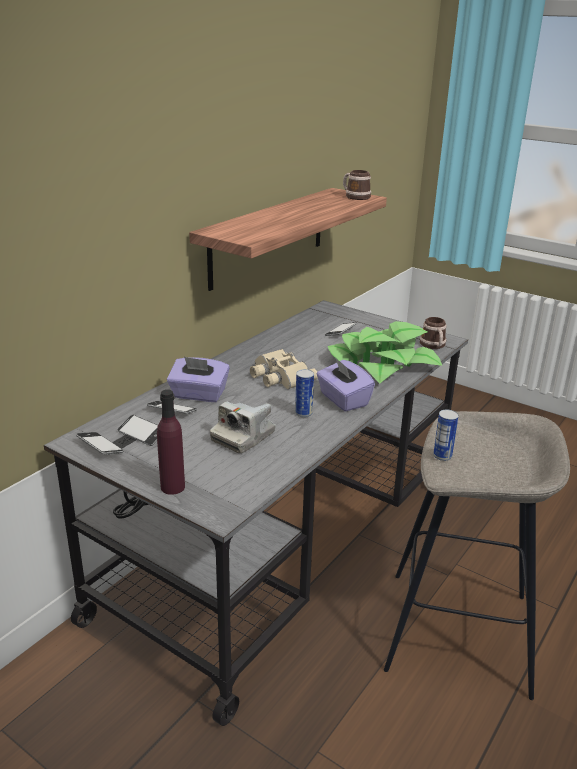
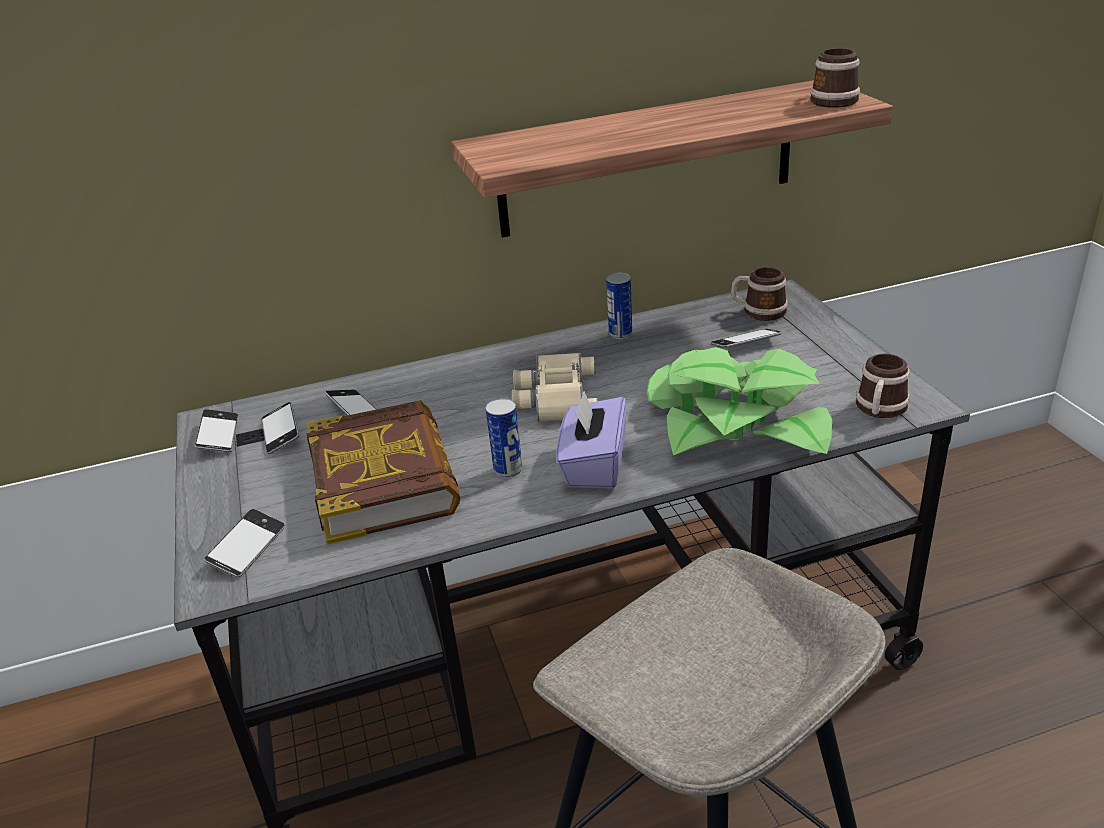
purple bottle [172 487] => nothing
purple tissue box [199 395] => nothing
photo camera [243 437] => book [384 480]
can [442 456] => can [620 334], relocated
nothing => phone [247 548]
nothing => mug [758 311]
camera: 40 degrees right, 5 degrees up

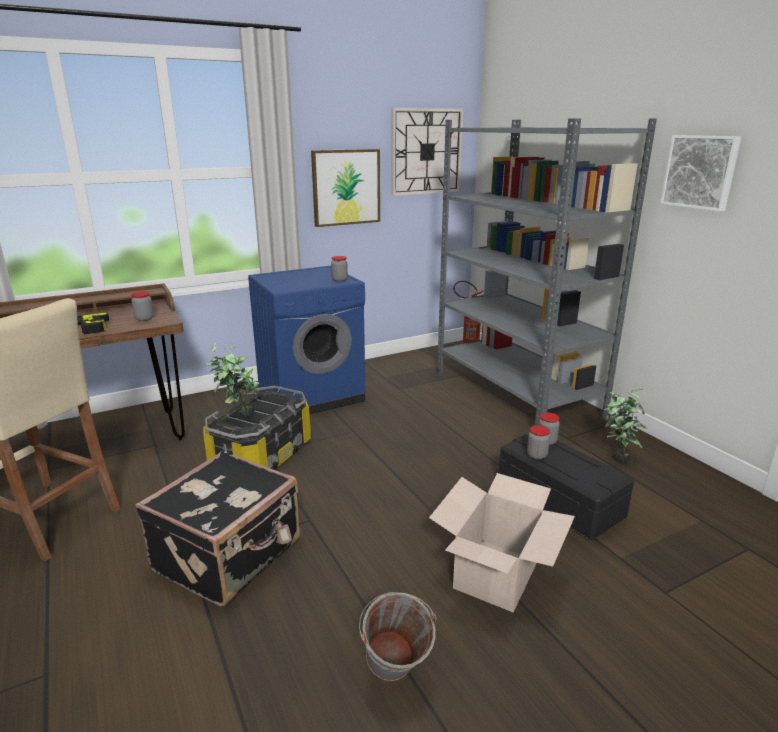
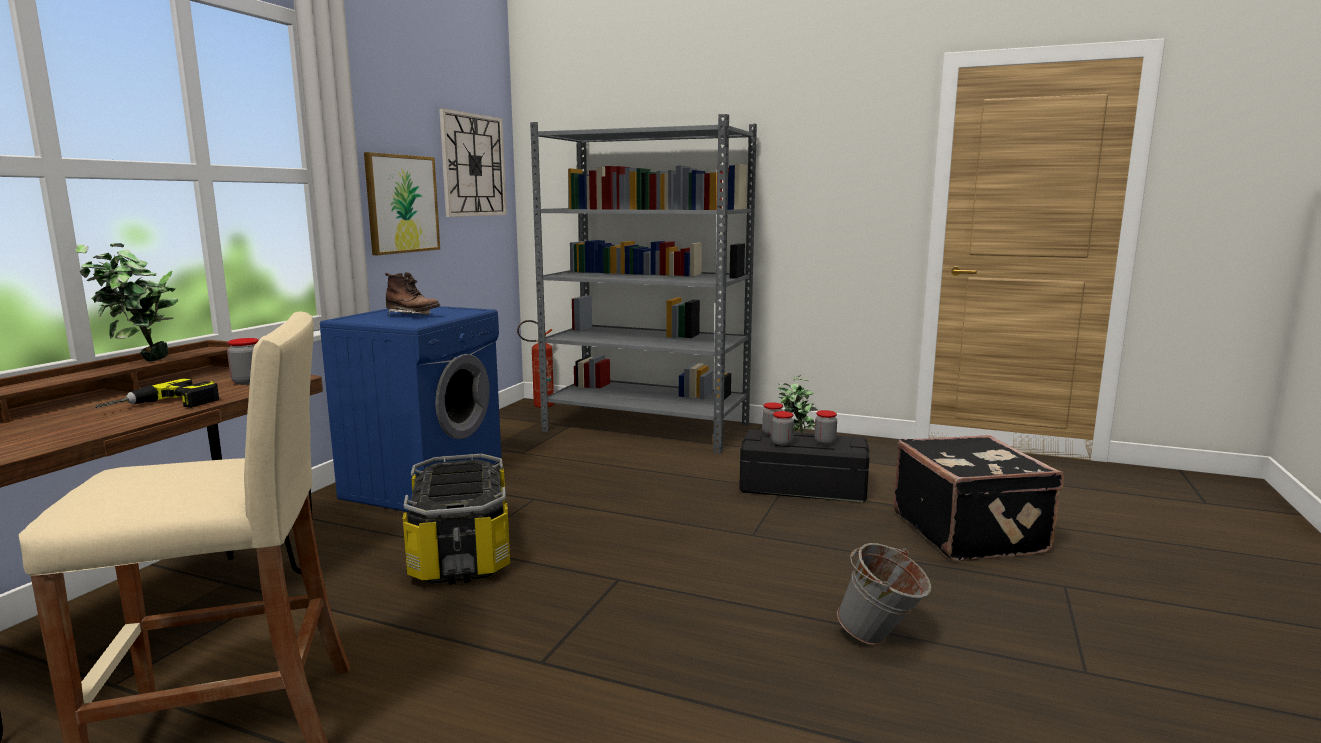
black suitcase [230 556] => black suitcase [970 532], relocated
potted plant [237 416] => potted plant [139 362], relocated
jar [339 280] => jar [825 442], relocated
cardboard box [495 574] => nothing
picture [700 172] => nothing
nothing => brown boot [413 316]
camera: 40 degrees left, 10 degrees down

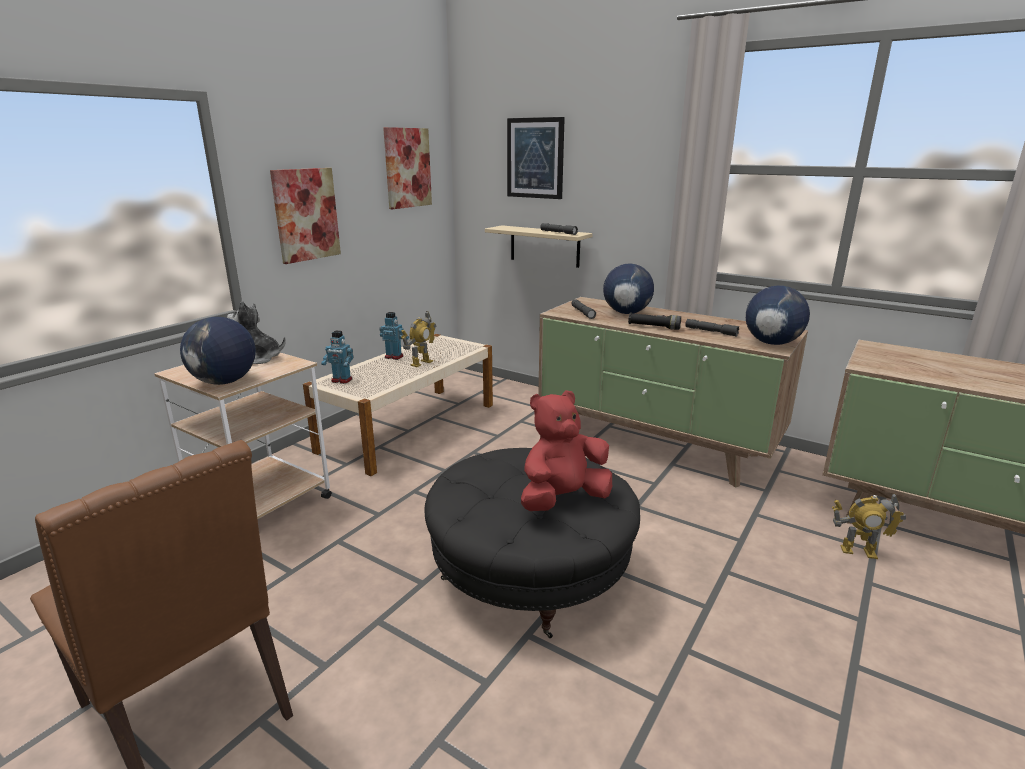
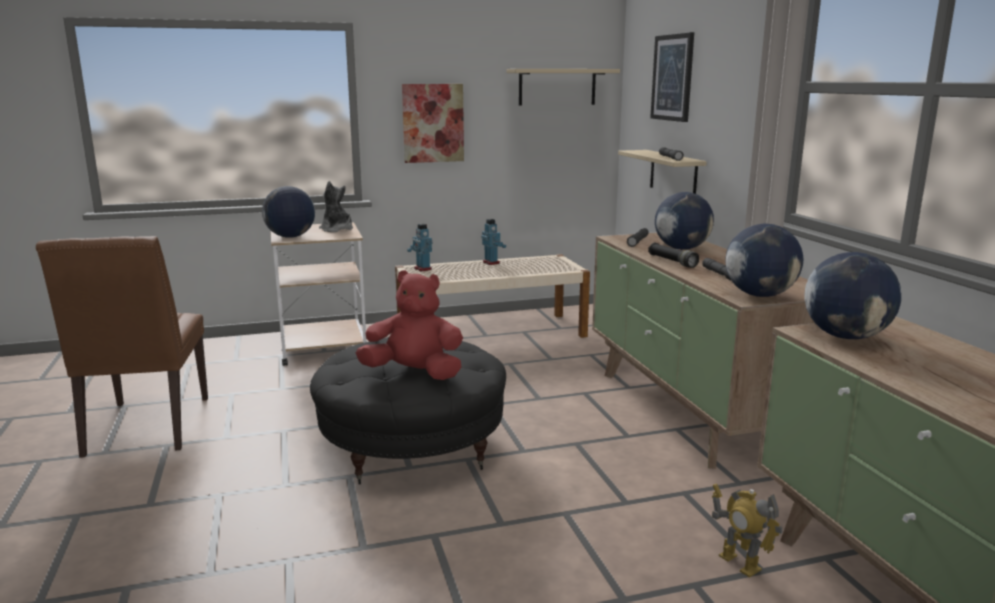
picture [407 168] => beige shelf [557 87]
toy robot [421 363] => nothing
nothing => globe [845 336]
camera: 40 degrees right, 5 degrees down

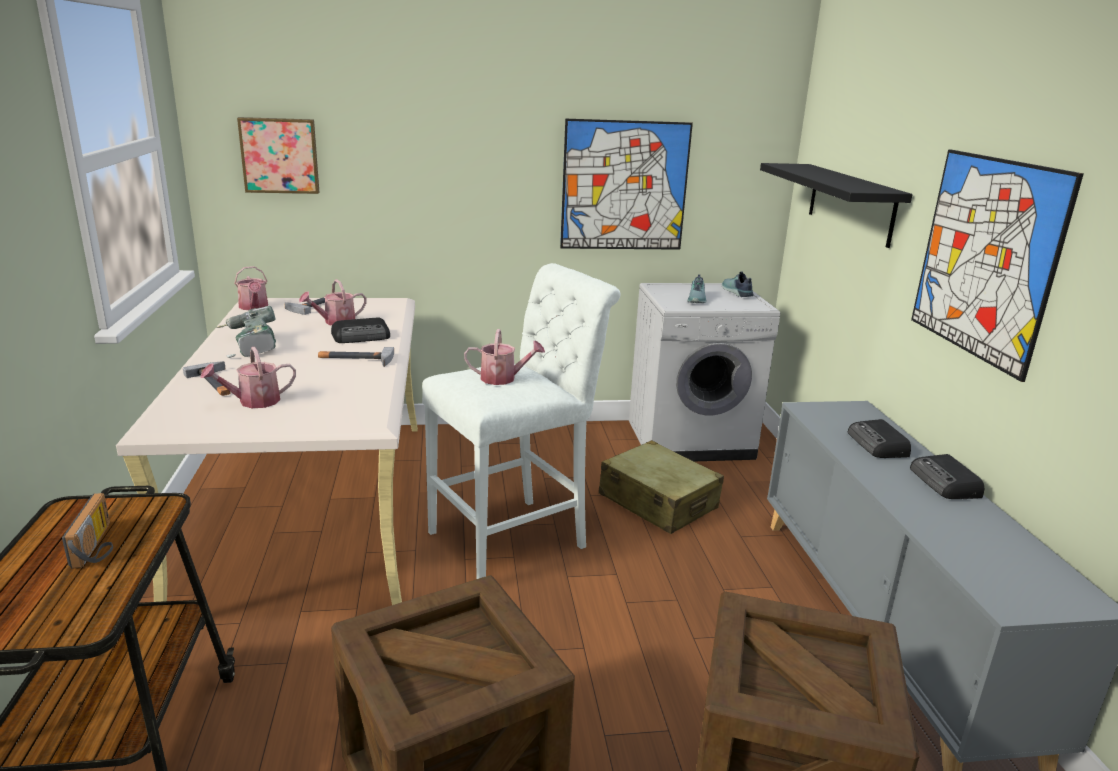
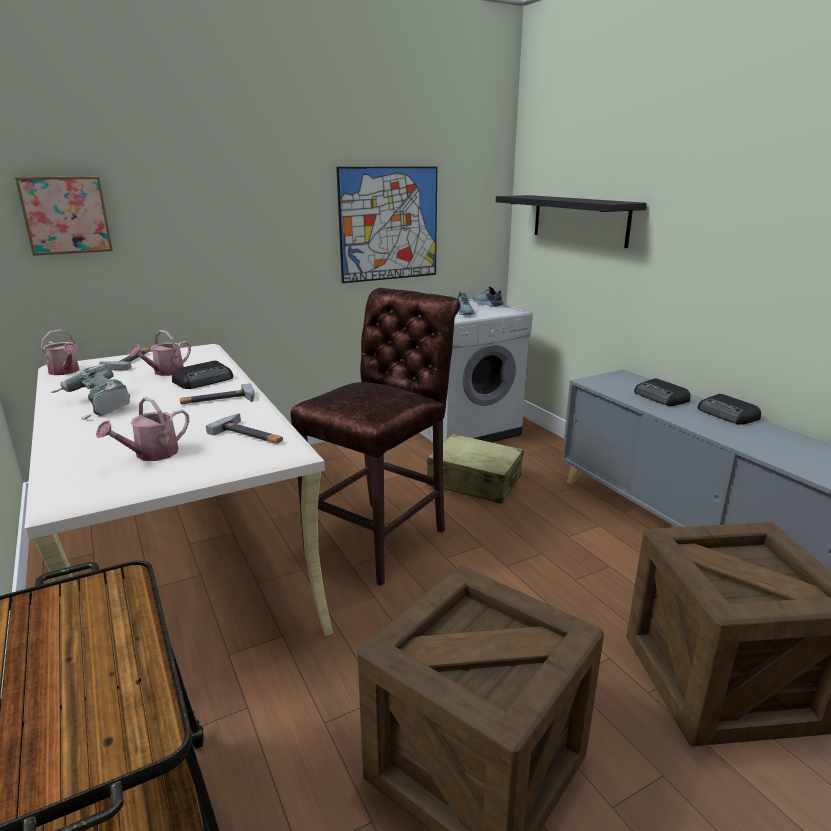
radio [99 546] => nothing
hammer [215 383] => hammer [250 434], relocated
white stool [515 538] => brown stool [383 537]
watering can [503 378] => nothing
picture [985 258] => nothing
camera: 20 degrees left, 0 degrees up

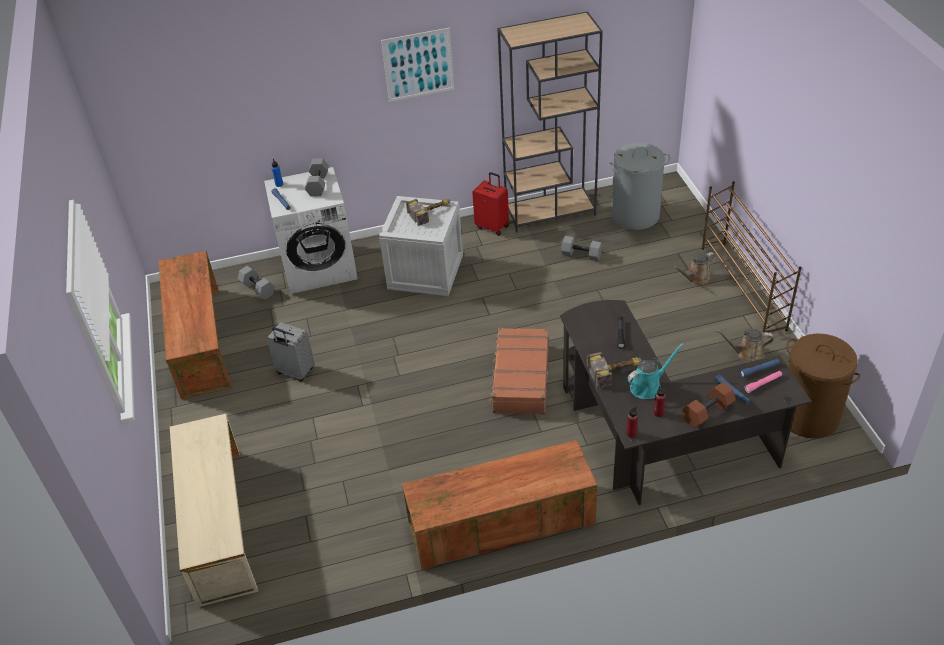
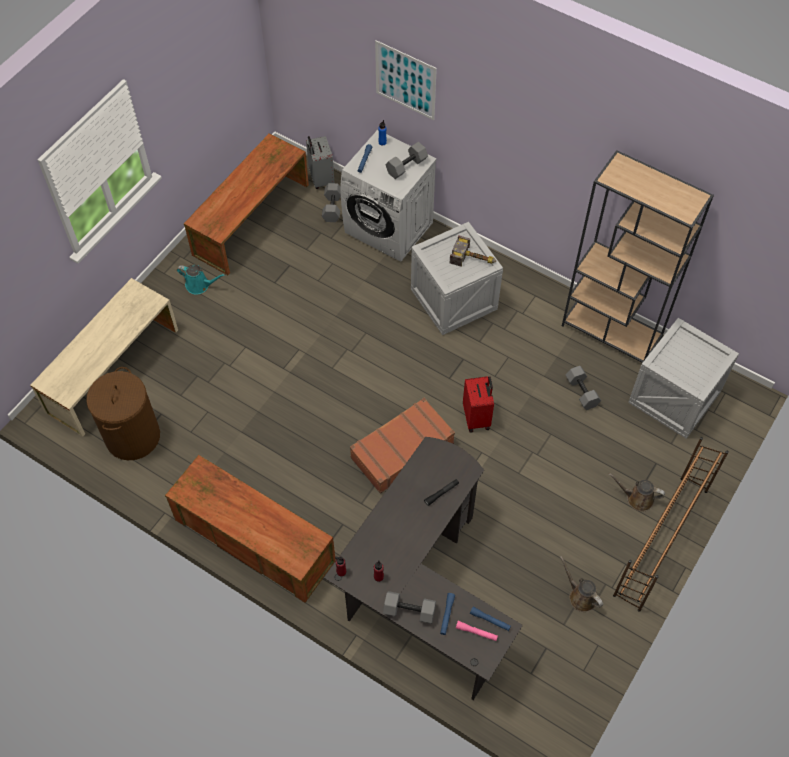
grey suitcase [295 372] => grey suitcase [320 179], relocated
picture [418 65] => picture [405 80], relocated
red suitcase [493 226] => red suitcase [477 418], relocated
hammer [616 371] => nothing
grey laundry basket [635 215] => crate [673 397]
turquoise watering can [648 386] => turquoise watering can [199 285], relocated
brown dumbbell [707 413] => grey dumbbell [408 611]
brown laundry basket [808 416] => brown laundry basket [132 436], relocated
camera: 45 degrees right, 15 degrees up

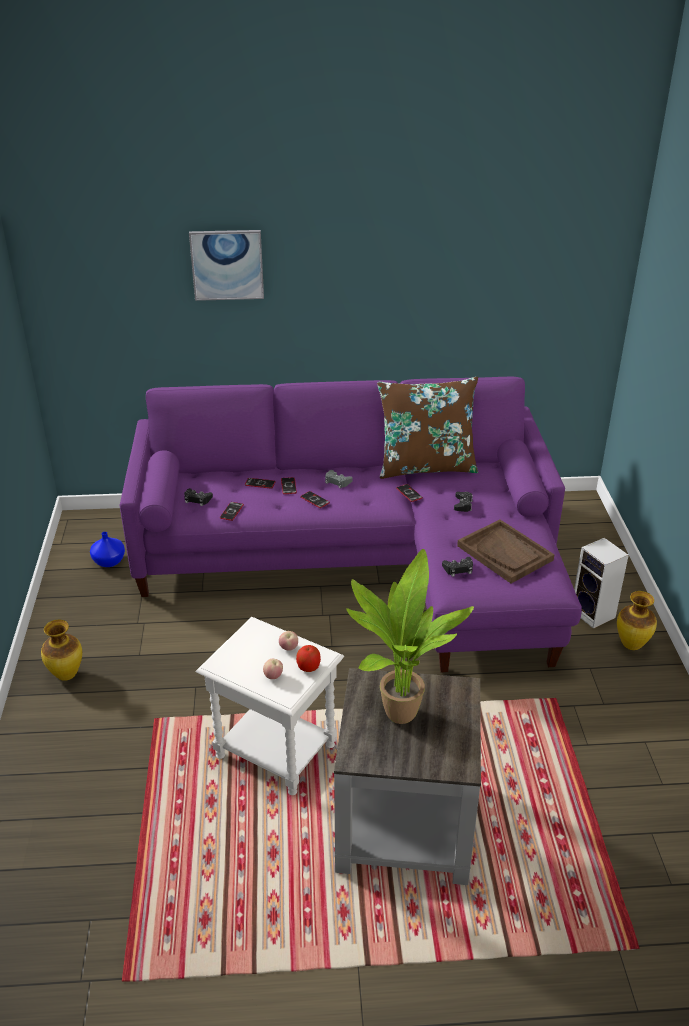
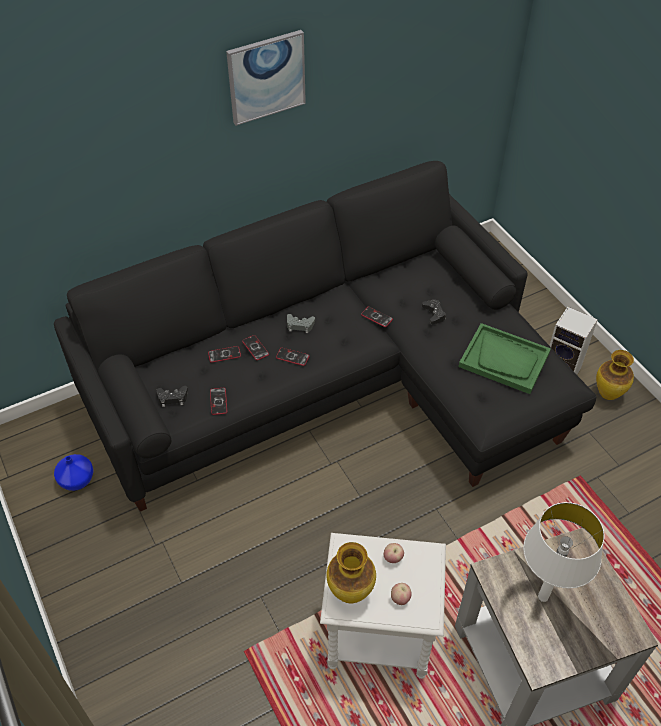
vase [67 675] => vase [351 592], relocated
purple sofa [366 562] => black sofa [335 386]
picture [227 264] => picture [266 77], relocated
apple [309 668] => nothing
potted plant [396 712] => white table lamp [543 597]
brown pillow [426 466] => nothing
black game controller [458 569] => nothing
brown tray [505 553] => green tray [504 360]
camera: 25 degrees left, 15 degrees up

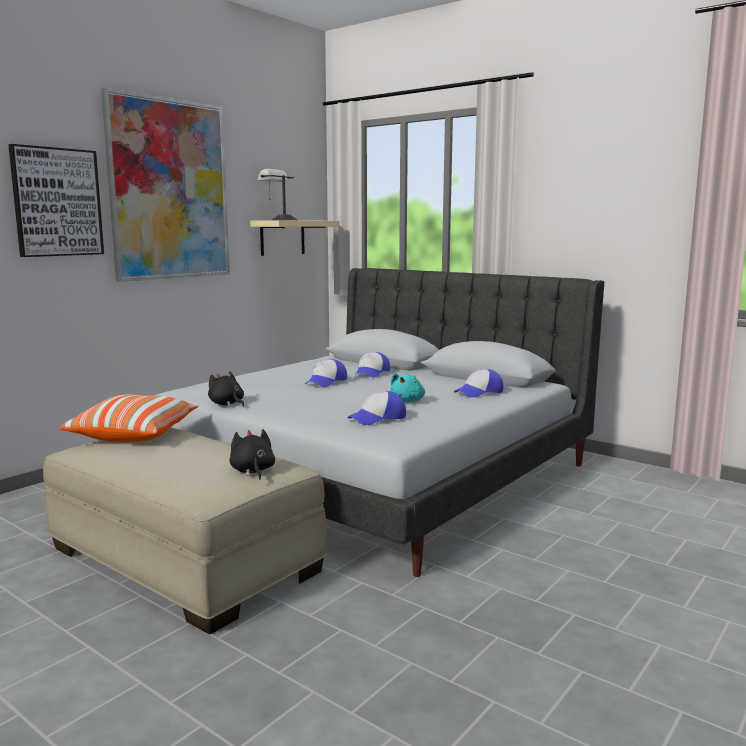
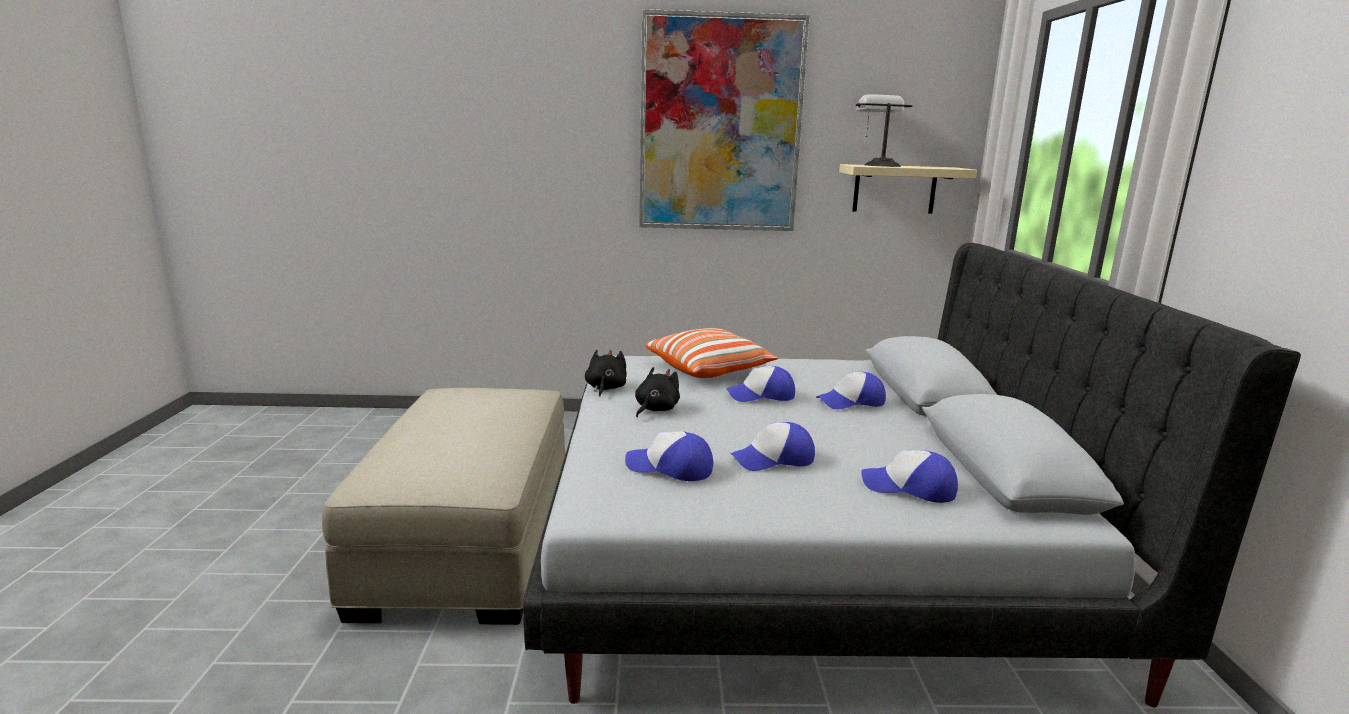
picture [57 202] => nothing
pillow [134 434] => pillow [709 369], relocated
black plush toy [252 471] => black plush toy [655 409], relocated
turquoise plush toy [408 401] => cap [773 459]
camera: 50 degrees right, 5 degrees up

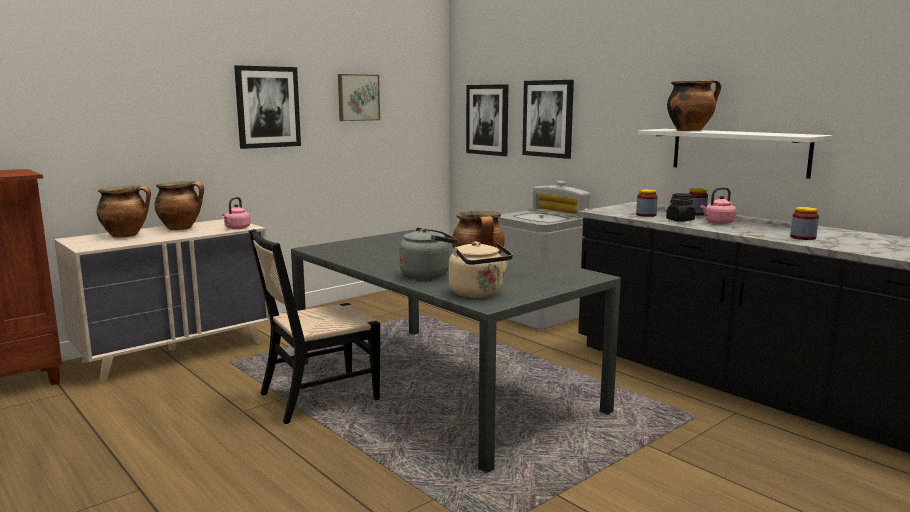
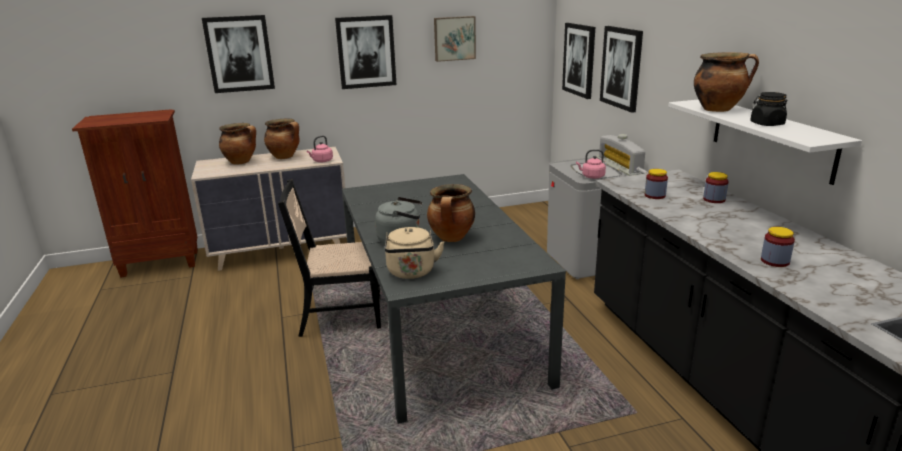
black jar [680 220] => black jar [766 124], relocated
pink kettle [718 223] => pink kettle [591 177], relocated
nothing => picture [239 54]
camera: 25 degrees right, 10 degrees up

